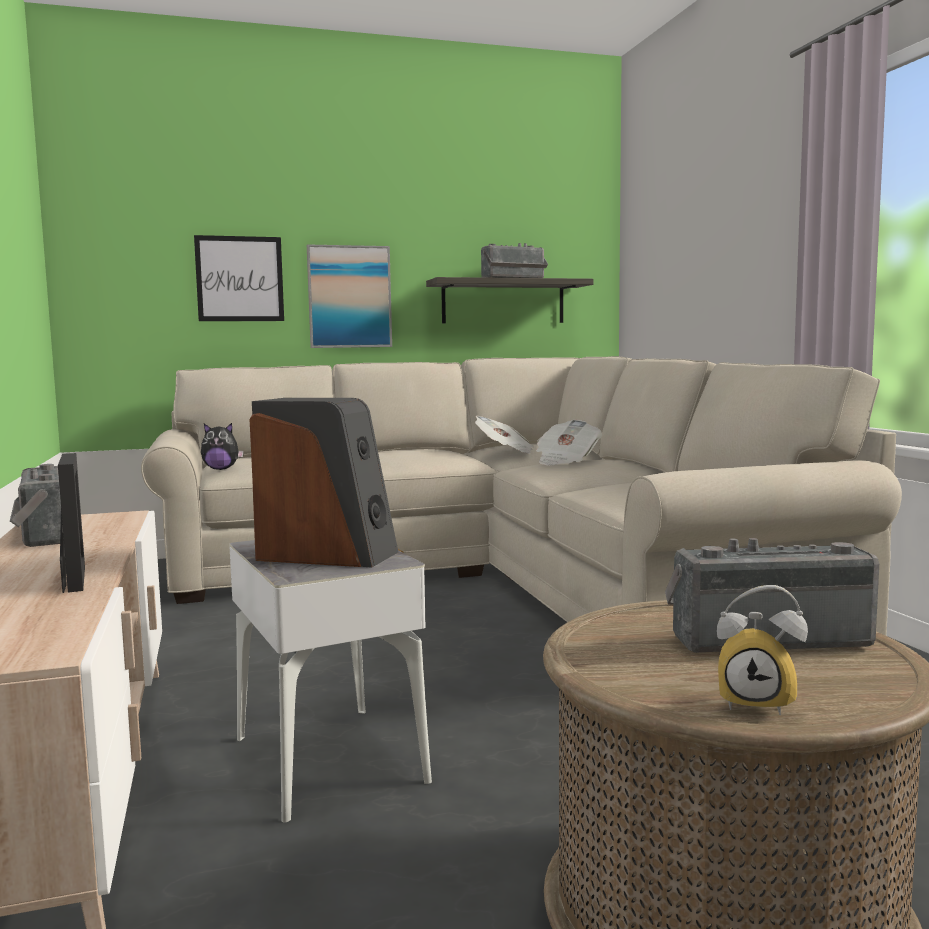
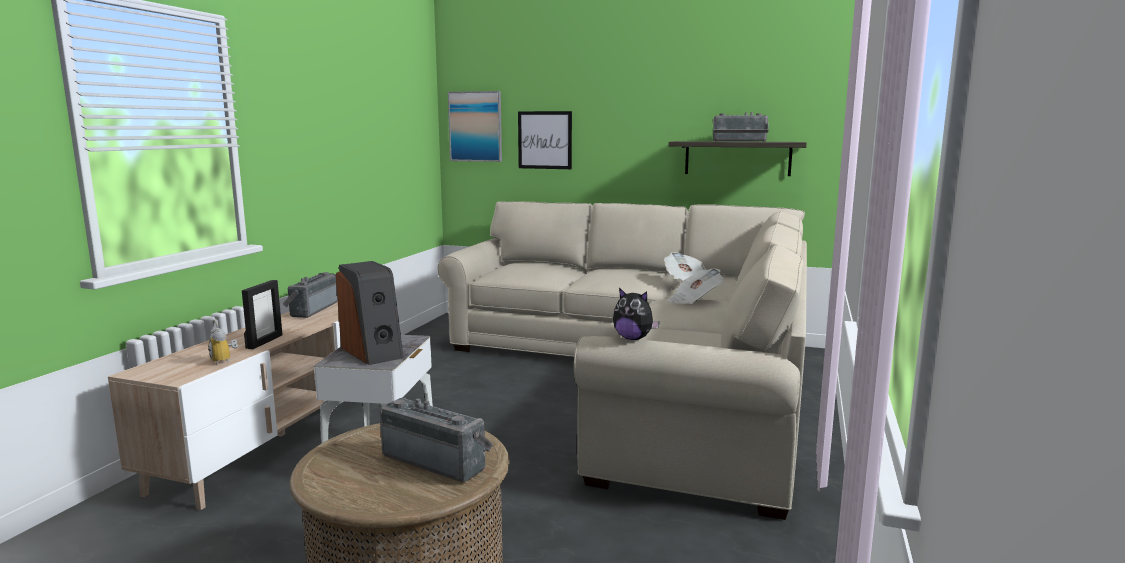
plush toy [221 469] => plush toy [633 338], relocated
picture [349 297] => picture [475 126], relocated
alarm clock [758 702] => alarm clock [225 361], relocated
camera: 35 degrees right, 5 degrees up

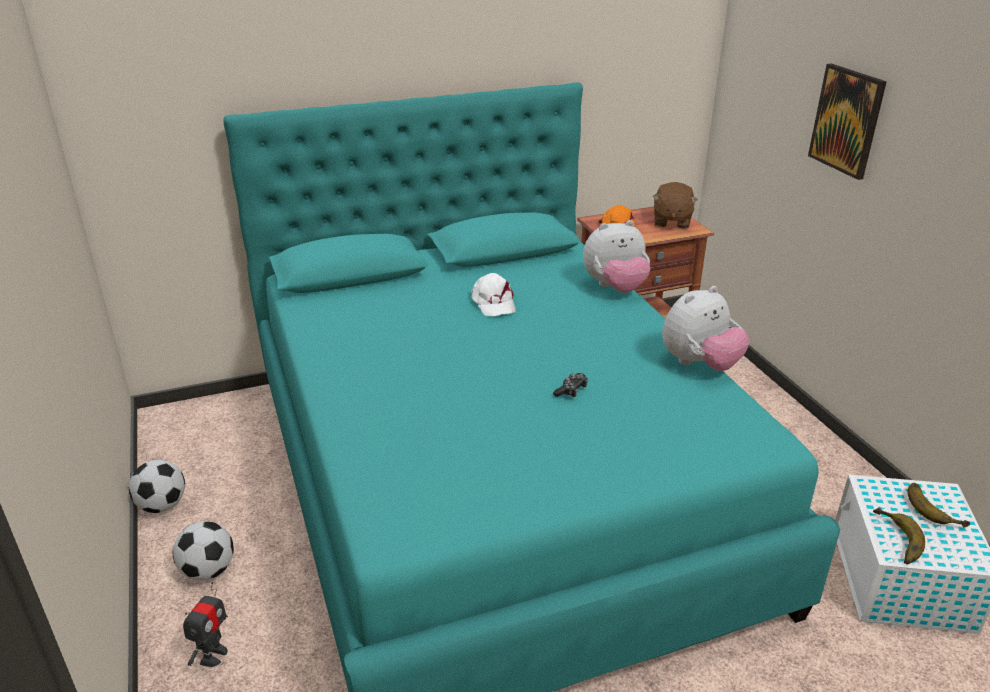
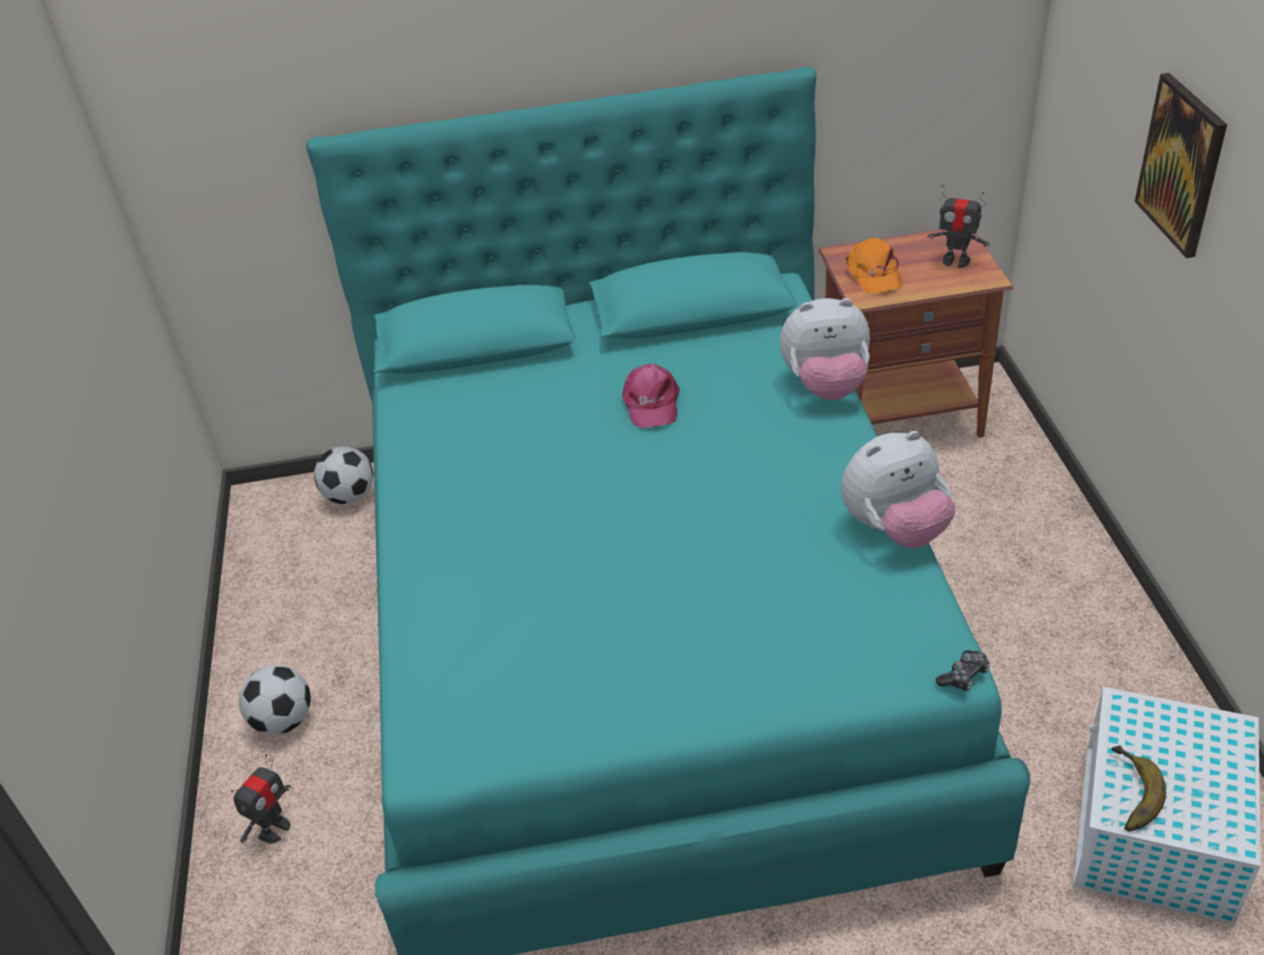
football [162 505] => football [350 496], relocated
white cap [493 302] => pink cap [651 403]
game controller [571 390] => game controller [964 676], relocated
brown plush toy [671 221] => toy robot [956 261]
banana [934 507] => nothing
camera: 15 degrees right, 10 degrees up

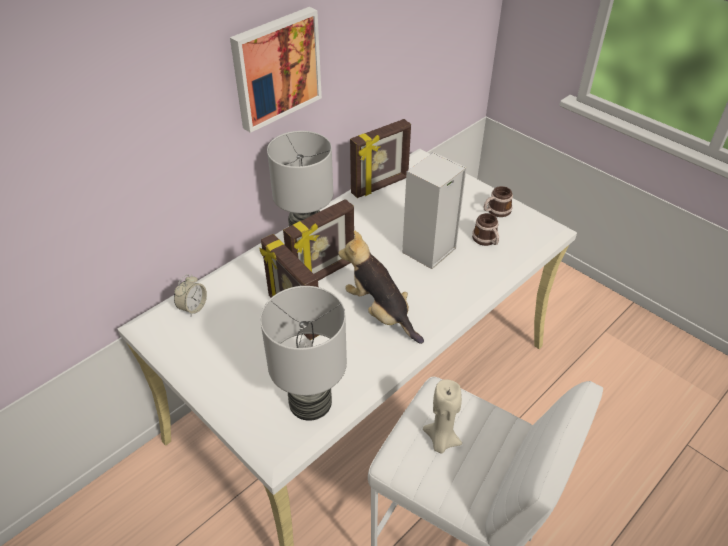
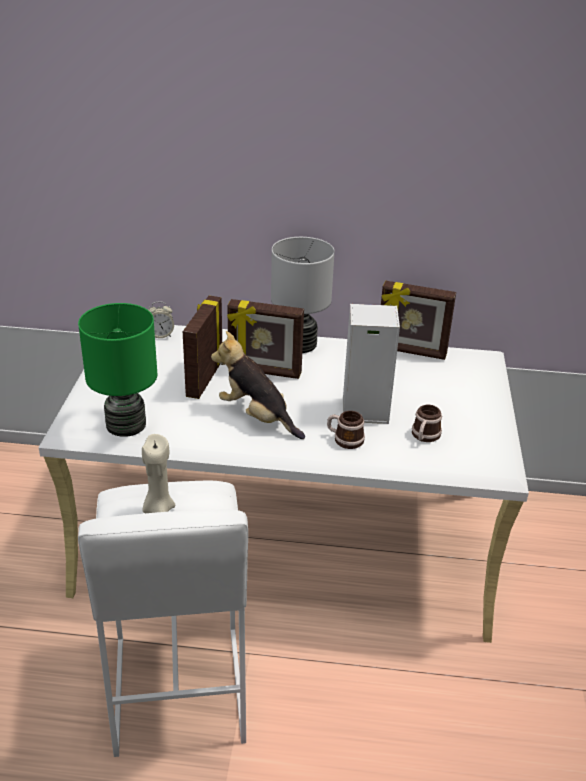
picture [275 68] => nothing
grey table lamp [310 402] => green table lamp [126 425]
plush toy [380 312] => plush toy [257 417], 60 degrees counterclockwise
mug [496 211] => mug [344 439], relocated
camera: 50 degrees right, 10 degrees down

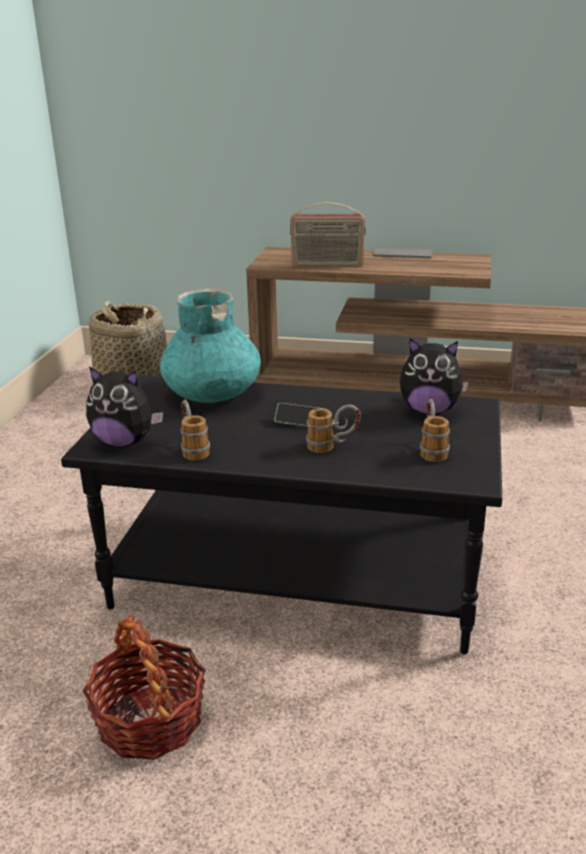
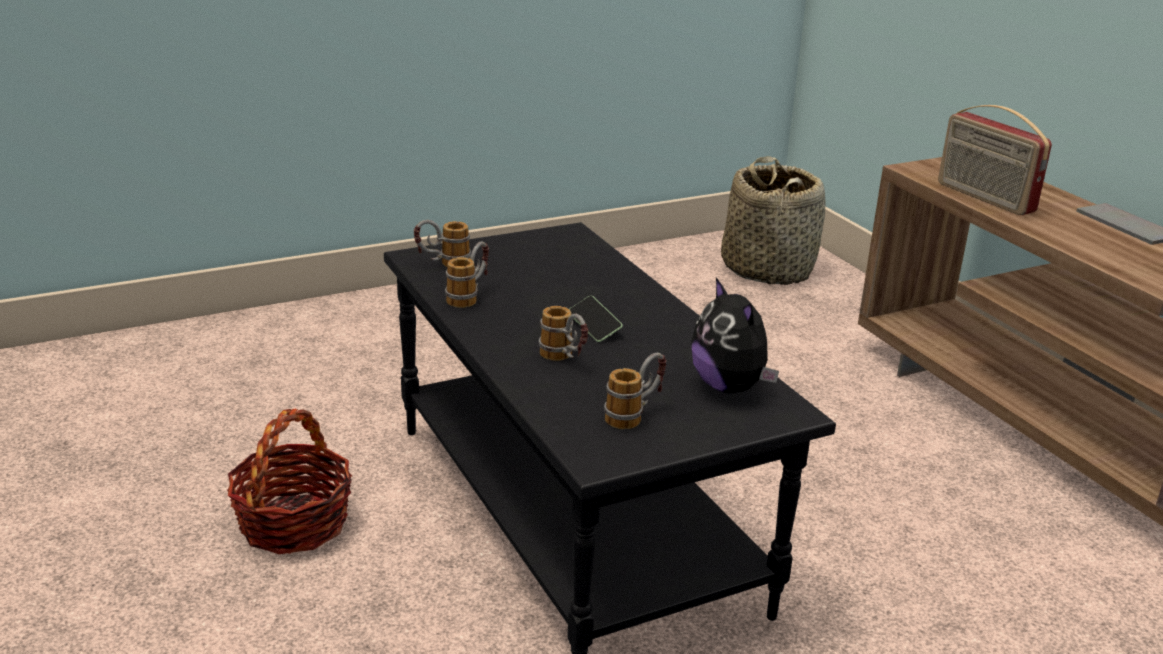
plush toy [125 442] => mug [442 264]
turquoise vase [212 393] => nothing
camera: 50 degrees right, 0 degrees up

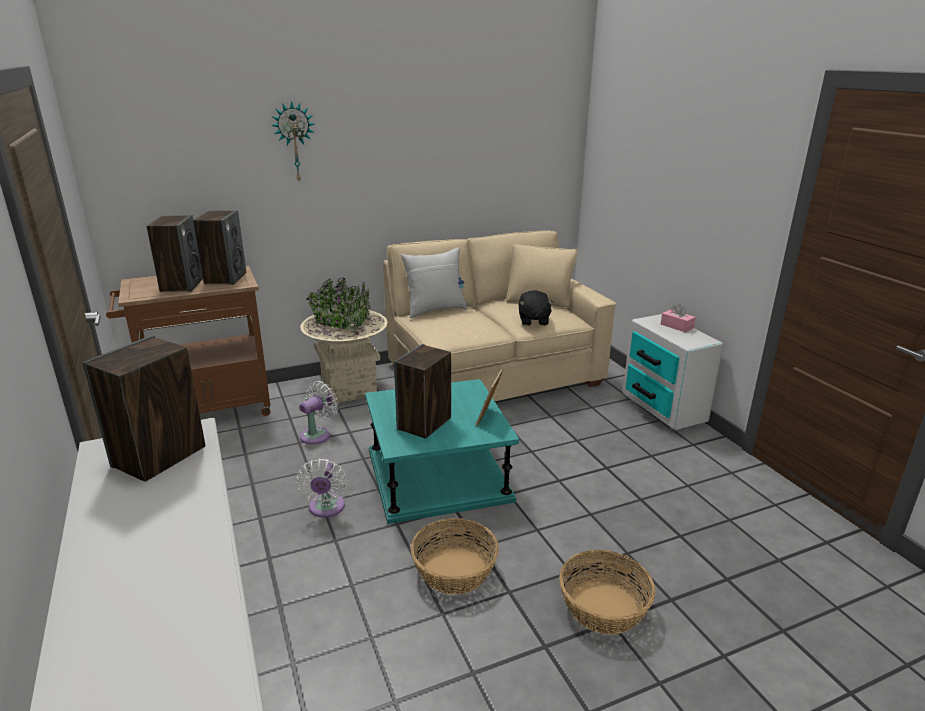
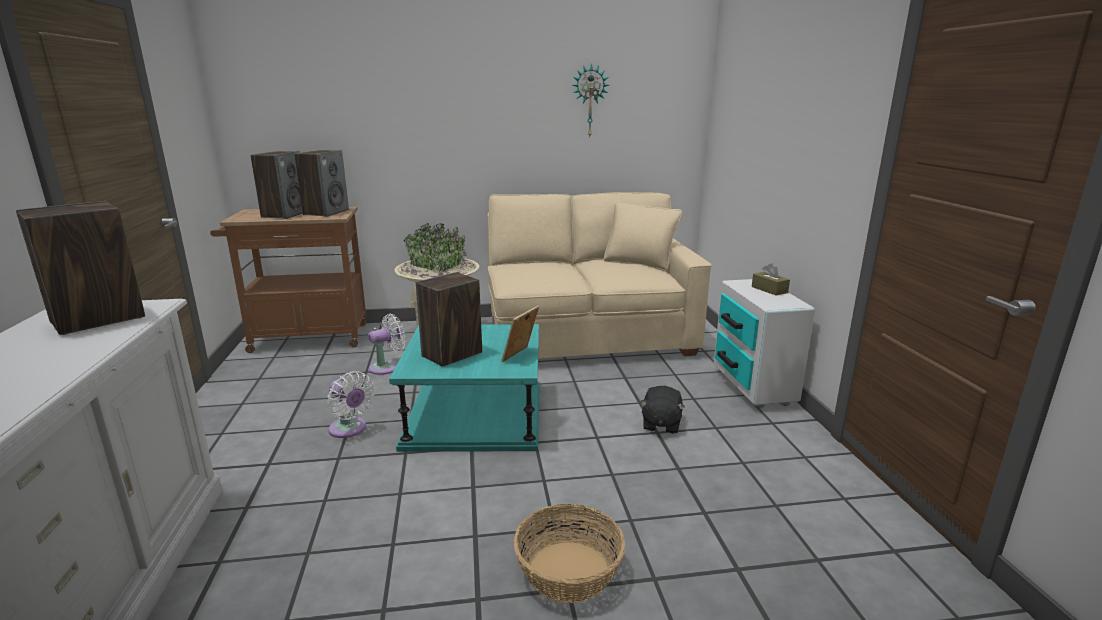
wall clock [294 142] => wall clock [589 101], relocated
white fan [326 508] => white fan [349 430], 60 degrees counterclockwise
grey pillow [435 311] => nothing
basket [455 571] => nothing
black plush toy [533 321] => black plush toy [660 424], relocated
pink tissue box [676 326] => brown tissue box [769 289]
camera: 15 degrees right, 5 degrees down

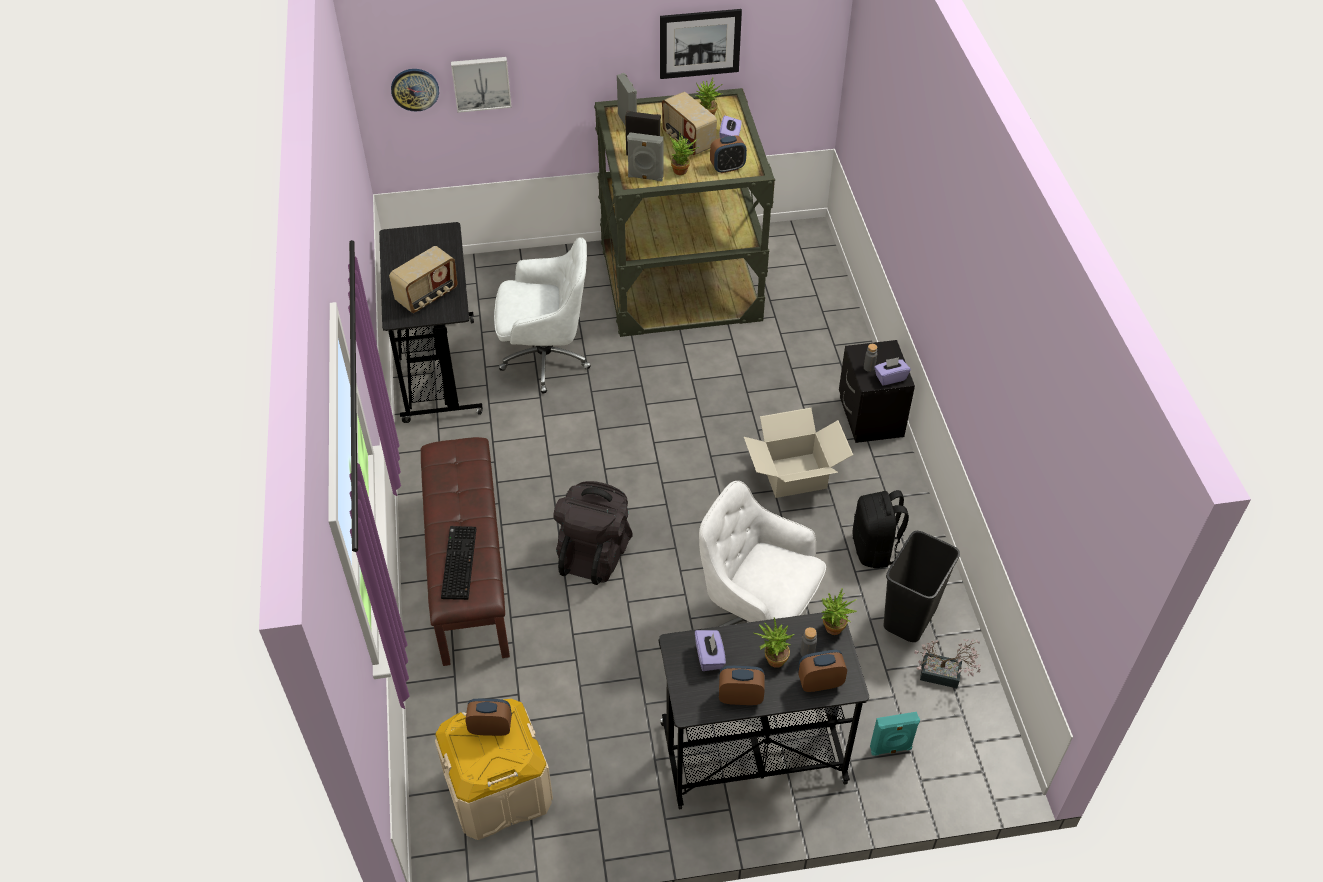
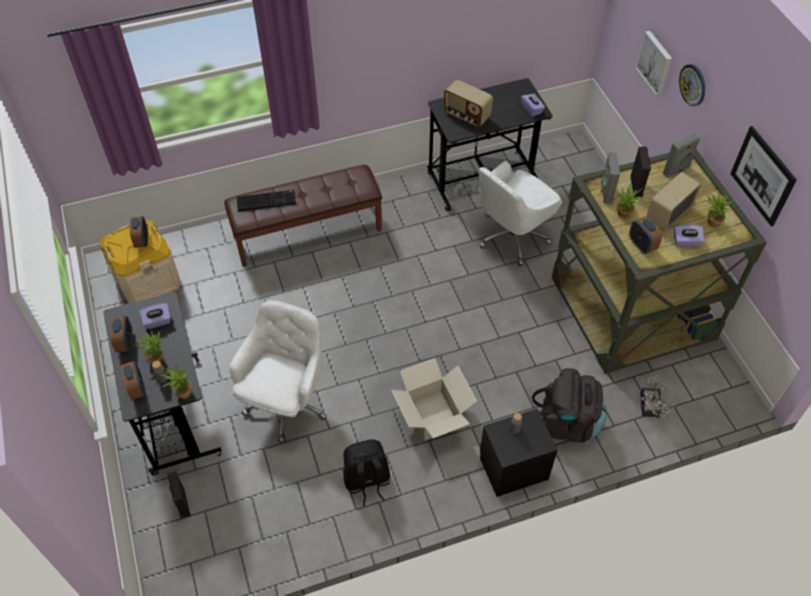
wall clock [415 89] => wall clock [693 84], relocated
white office chair [545 359] => white office chair [512 236], 60 degrees clockwise
black backpack [594 553] => black backpack [567 423], relocated
turquoise speaker [891 749] => black speaker [182 504]
purple tissue box [890 377] => purple tissue box [532 110], relocated
black trash can [910 618] => nothing
potted plant [945 675] => potted plant [649 408], relocated
camera: 80 degrees right, 5 degrees up

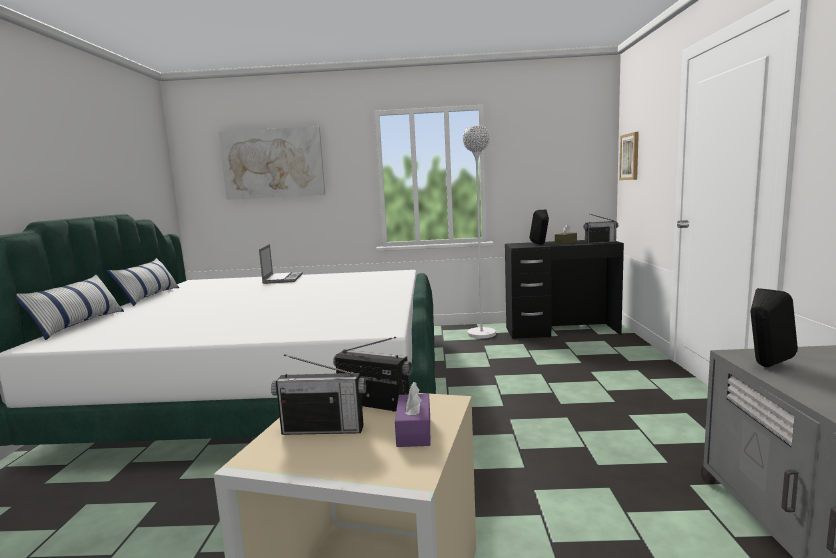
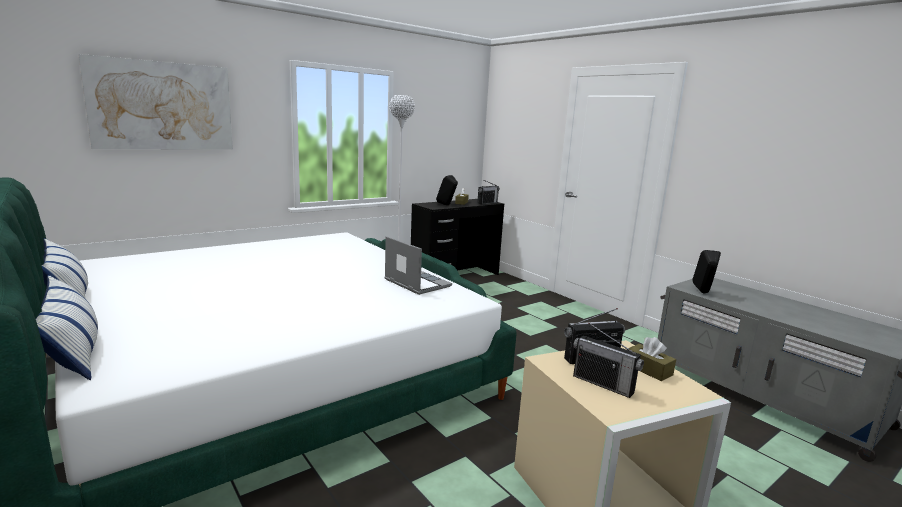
laptop [282 279] => laptop [416 283], relocated
radio [323 429] => radio [603 384], 75 degrees clockwise
purple tissue box [414 431] => brown tissue box [648 369]
picture [630 157] => nothing
camera: 40 degrees left, 5 degrees up

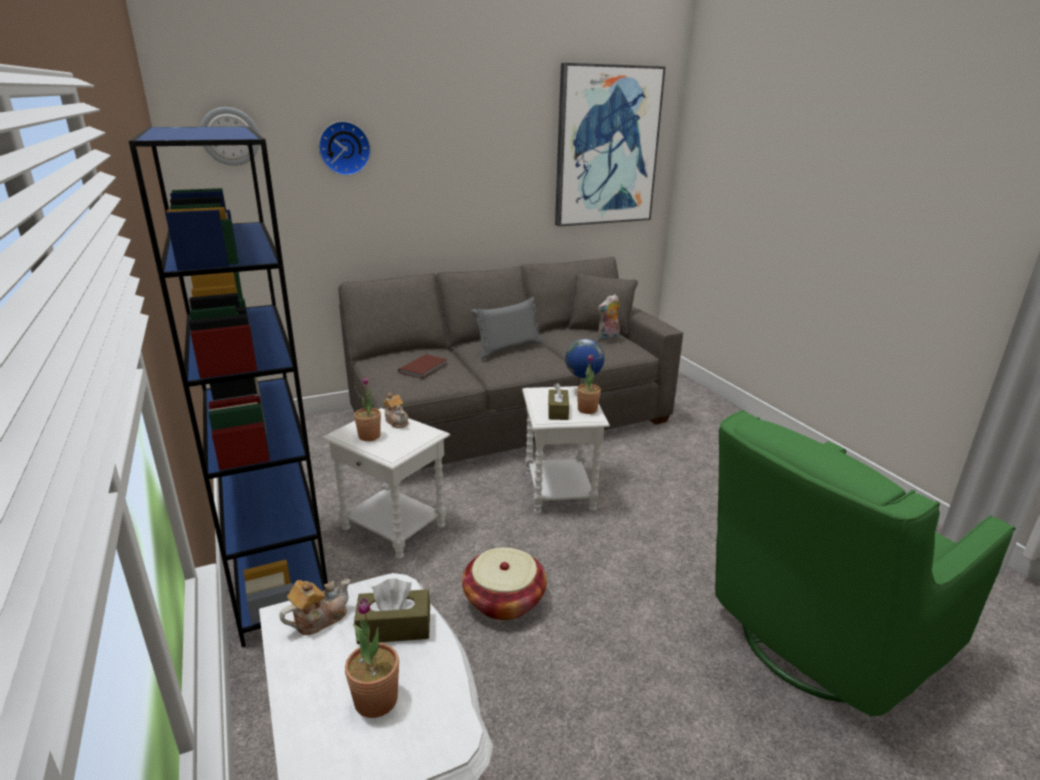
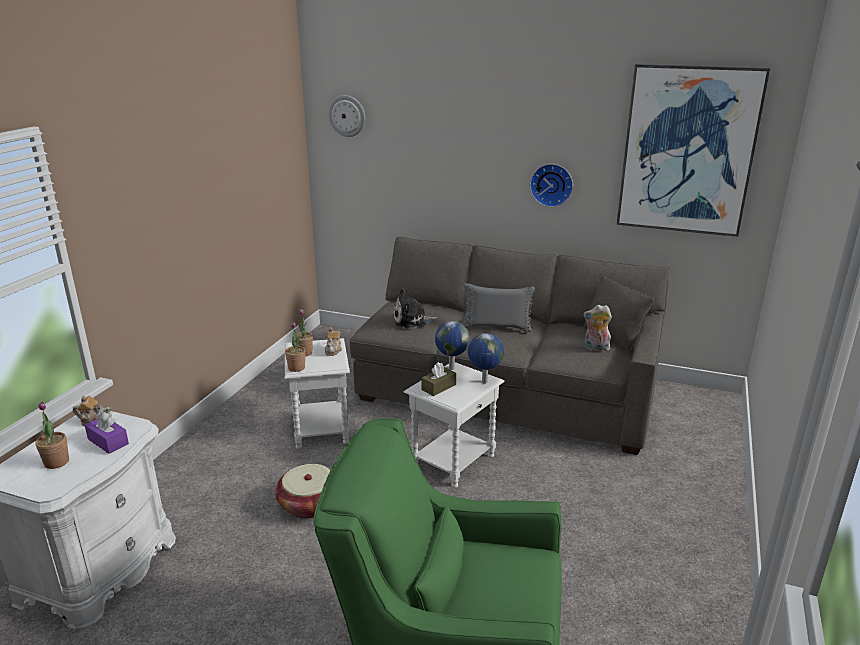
blue bookcase [277 573] => nothing
wall clock [344 148] => wall clock [552 184], relocated
brown tissue box [394 627] => purple tissue box [108 441]
brown book [424 368] => plush toy [412 321]
potted plant [587 410] => potted plant [296 368], relocated
nothing => globe [451 368]
camera: 45 degrees right, 0 degrees up

